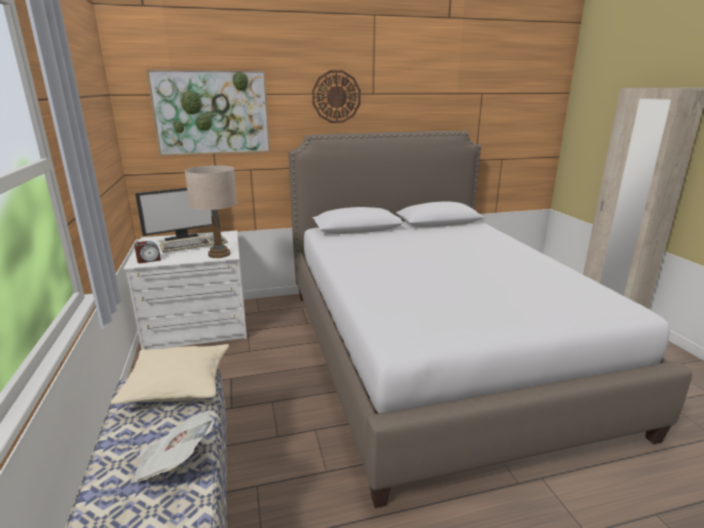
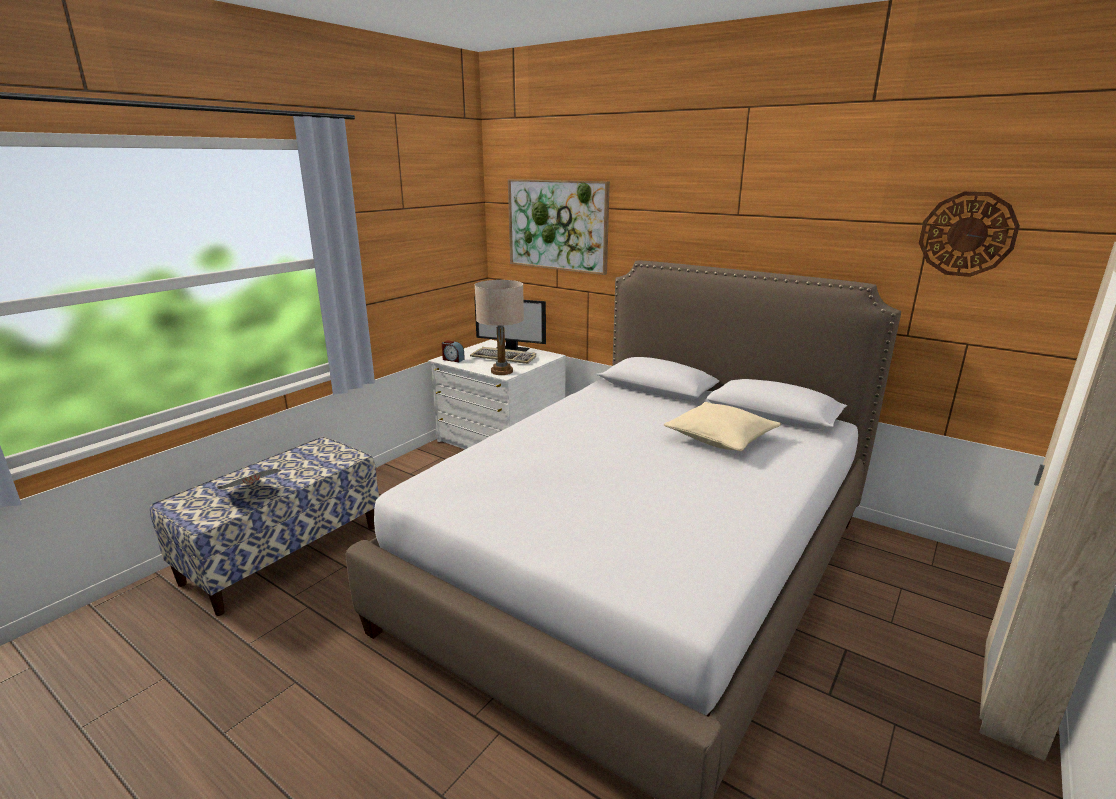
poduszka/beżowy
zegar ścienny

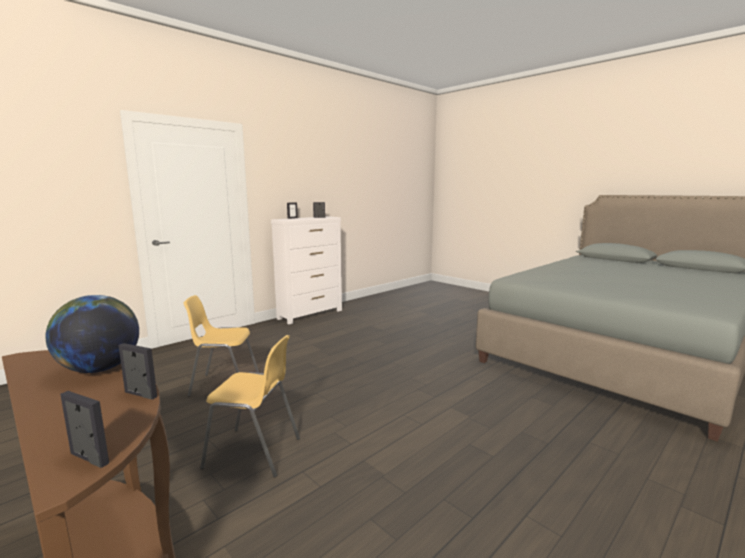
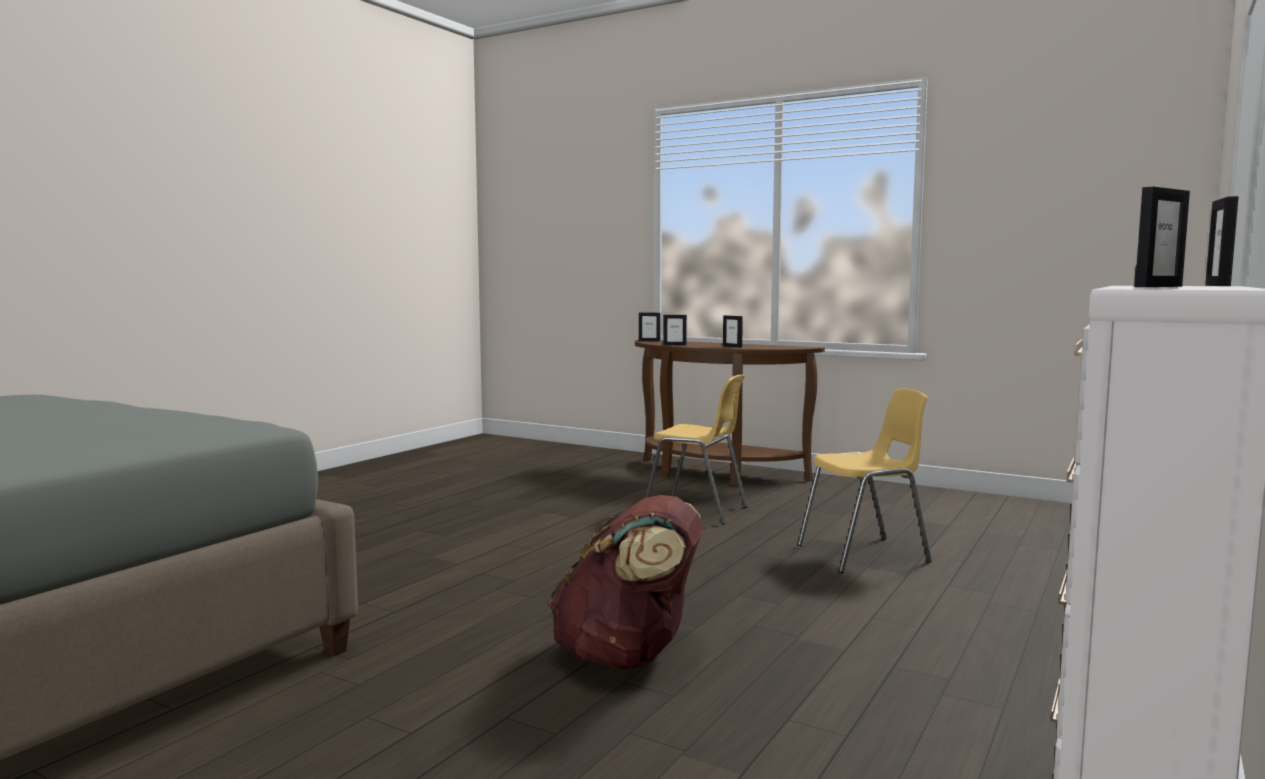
plecak/brązowy
krzesło/żółty (1st from left)
ramka na zdjęcie (3rd from left)

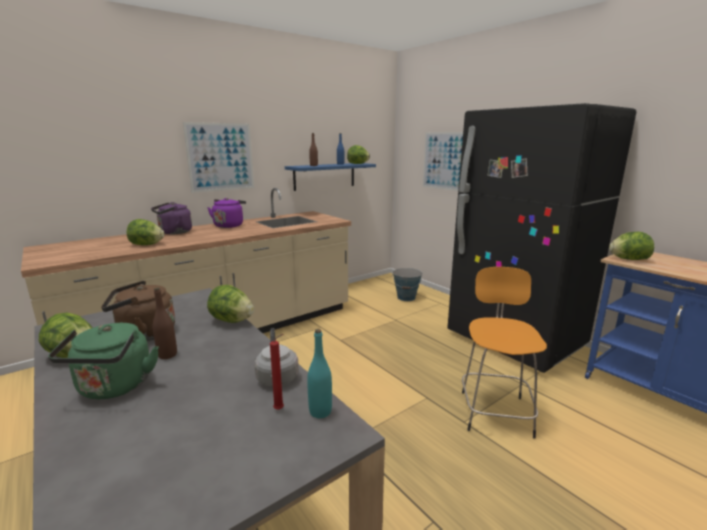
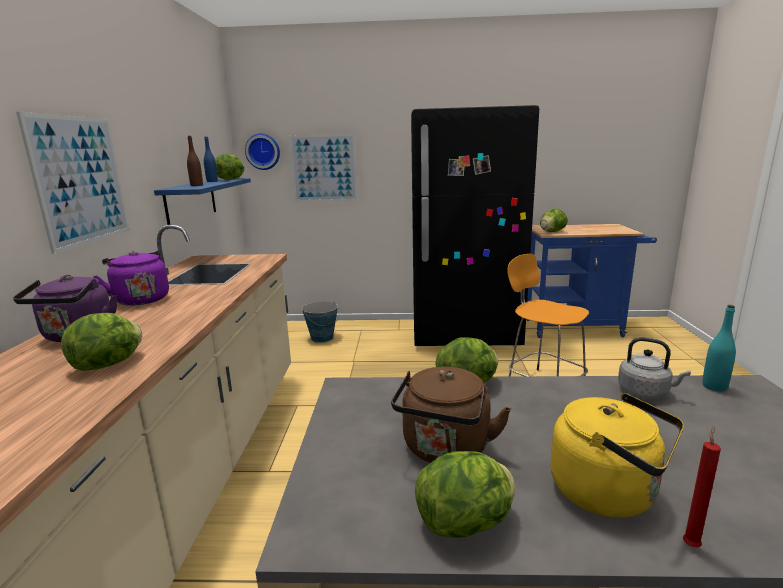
zegar ścienny
czajnik/żółty
świeca/czerwony
butelka/brązowy (1st from left in the first image)

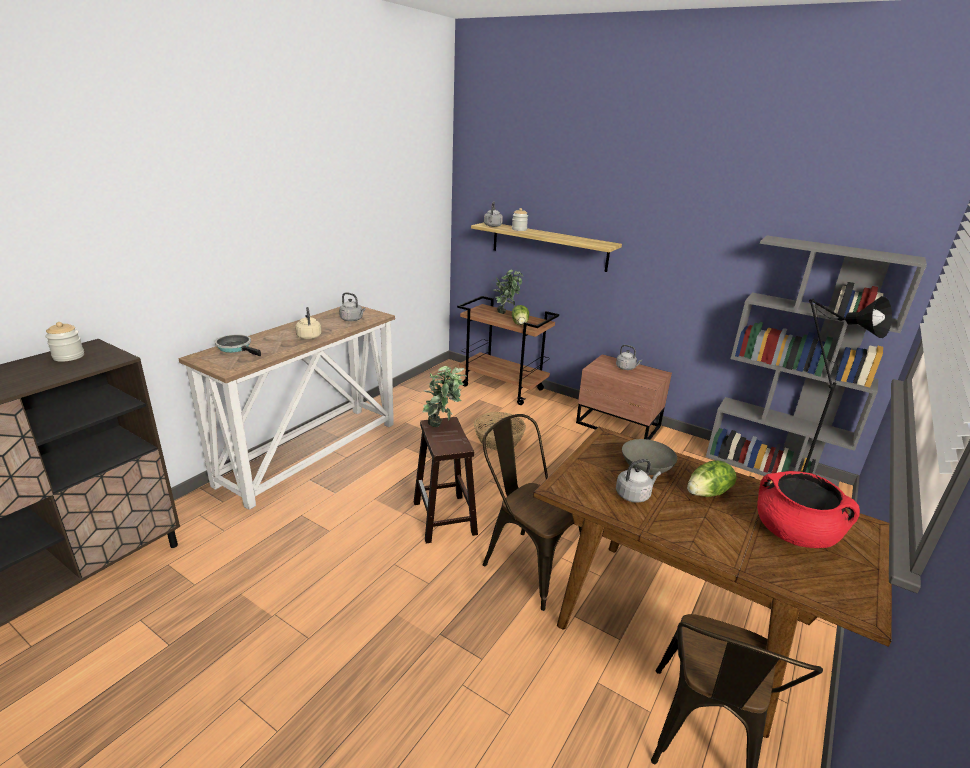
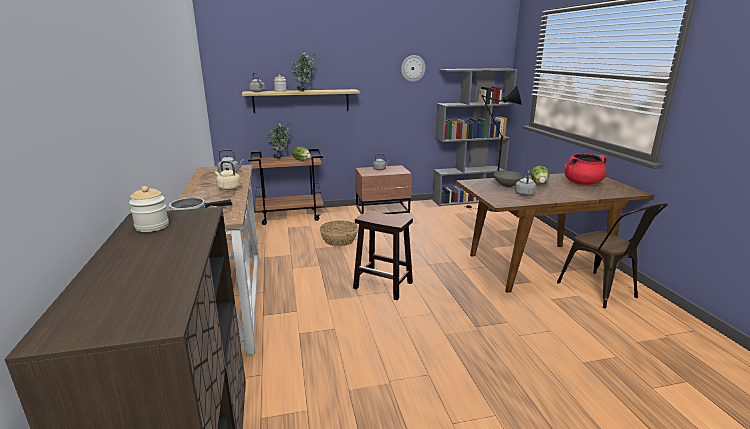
roślina doniczkowa (2nd from left)
zegar ścienny
krzesło/brązowy (1st from left in the first image)

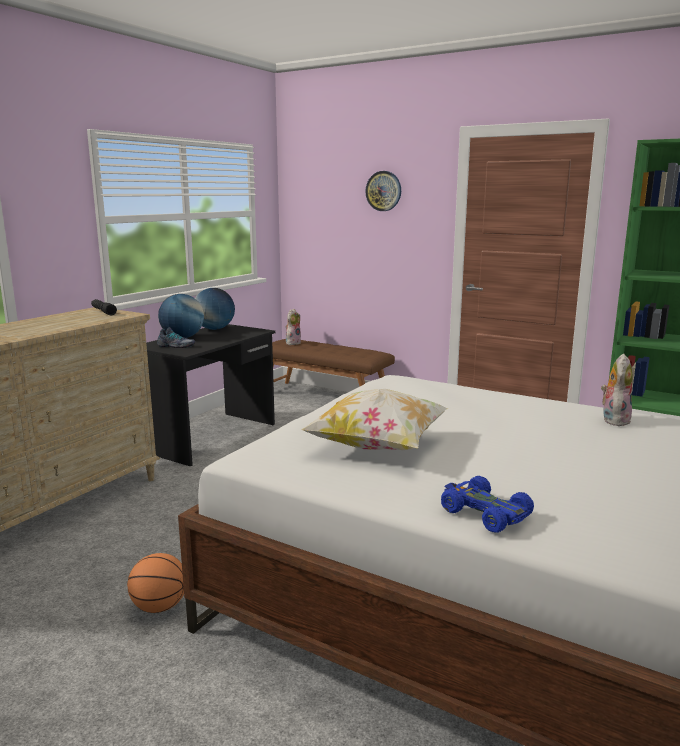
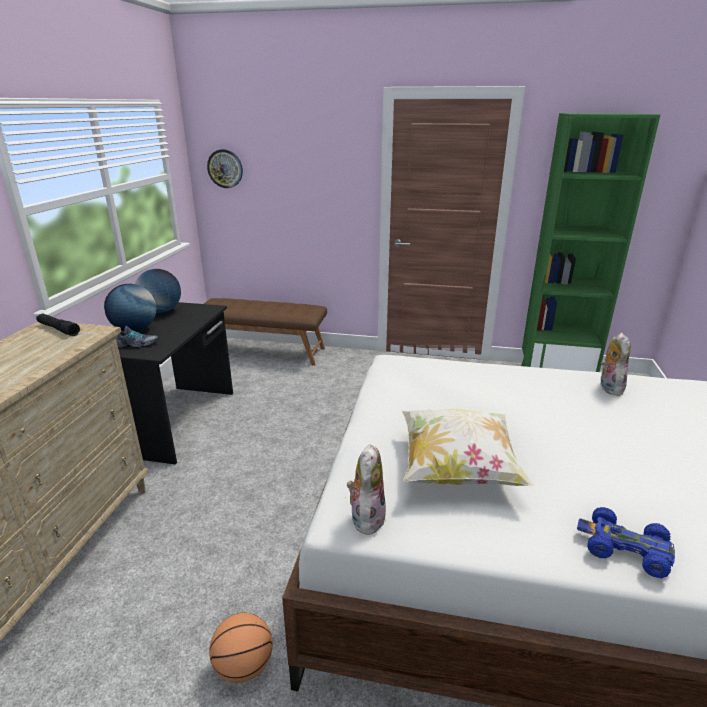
zegar ścienny
pluszak (1st from left)

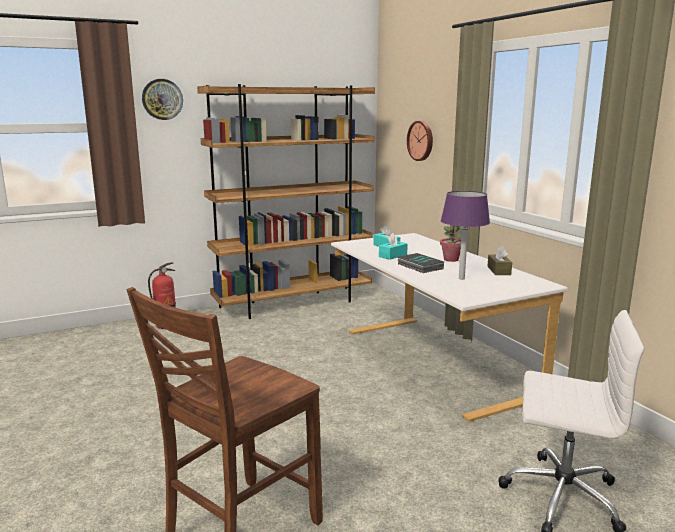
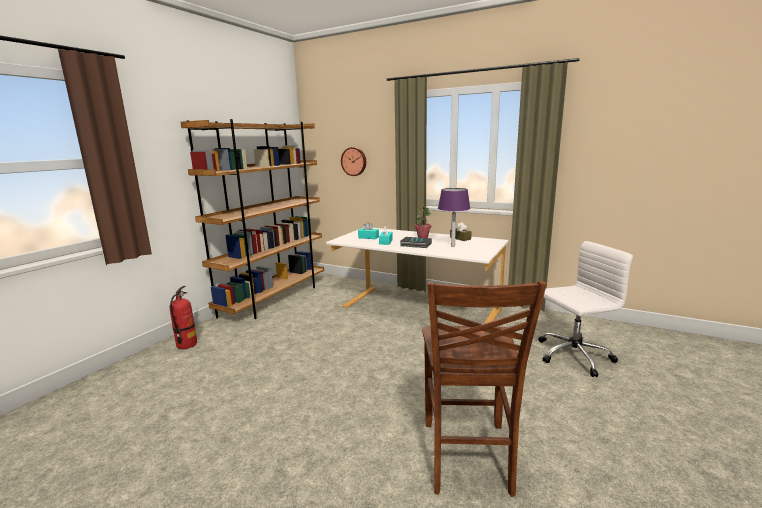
zegar ścienny (1st from left in the first image)

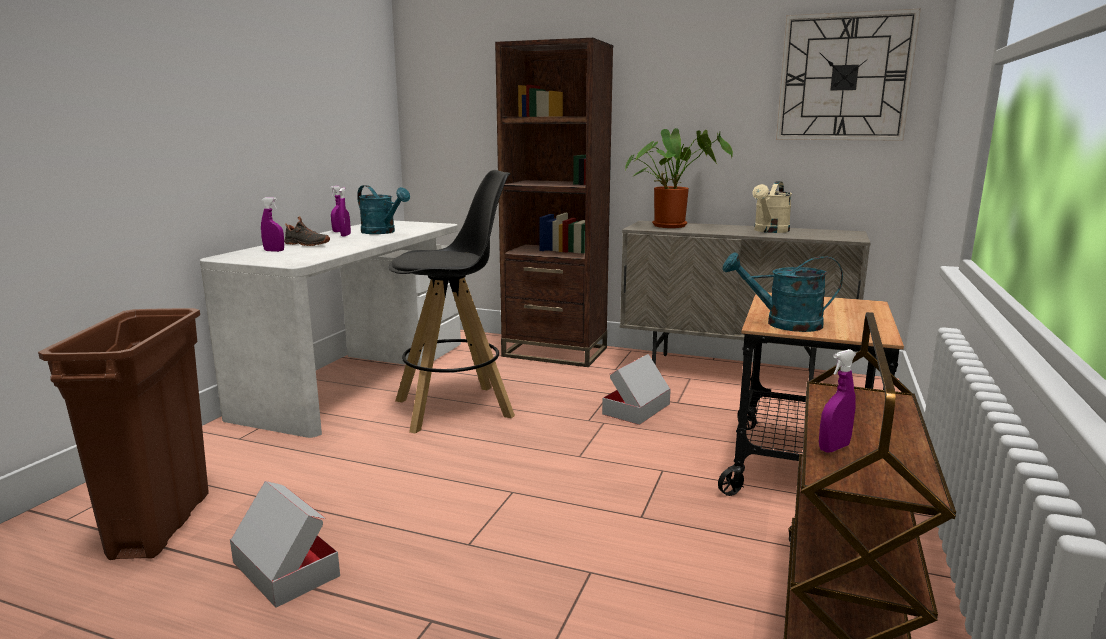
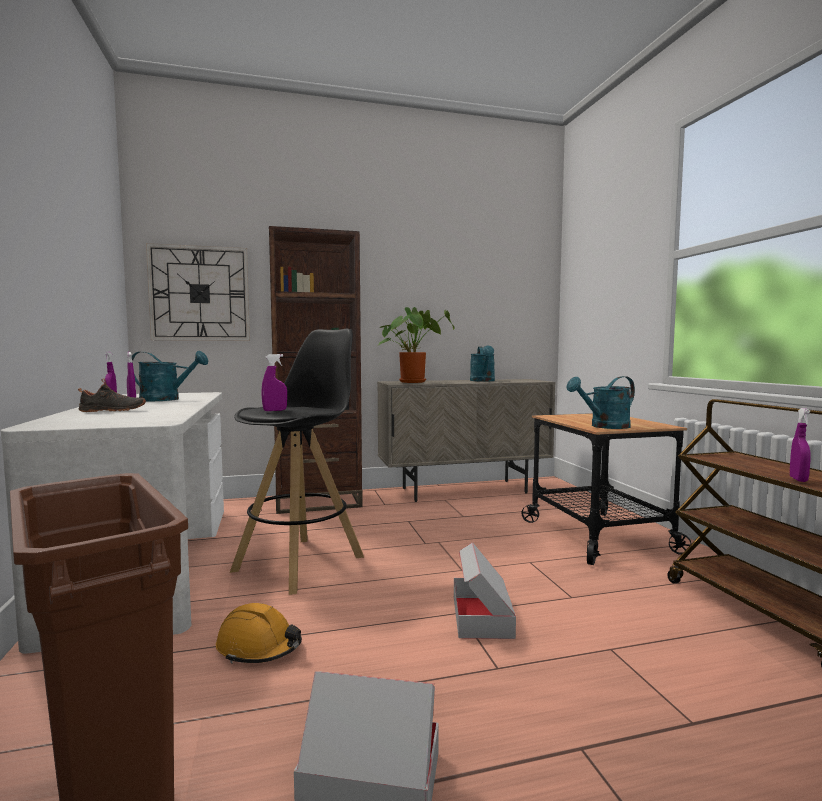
zegar ścienny
kask/pomarańczowy
spryskiwacz/fioletowy (3rd from left)
karton (2nd from left)
konewka/turkusowy (2nd from left)

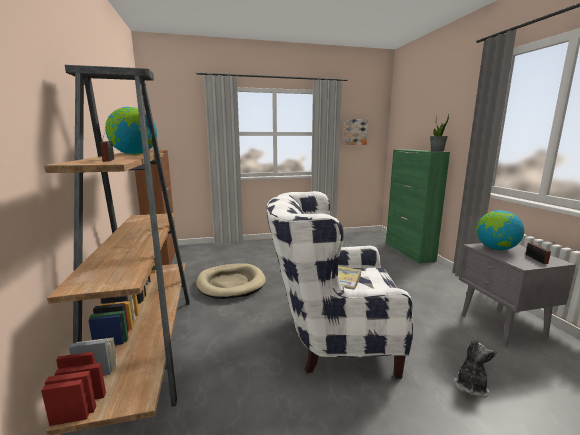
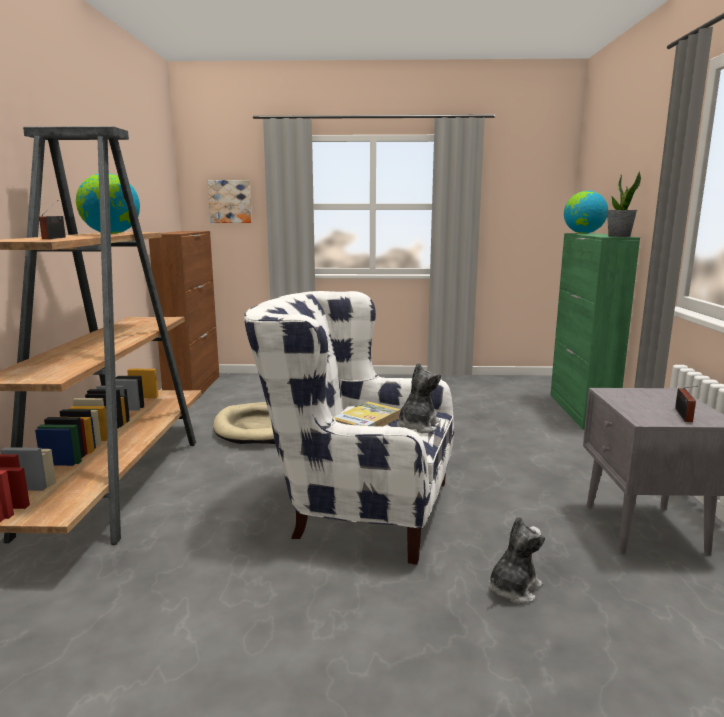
obraz
pluszak (1st from left)
globus (2nd from left)

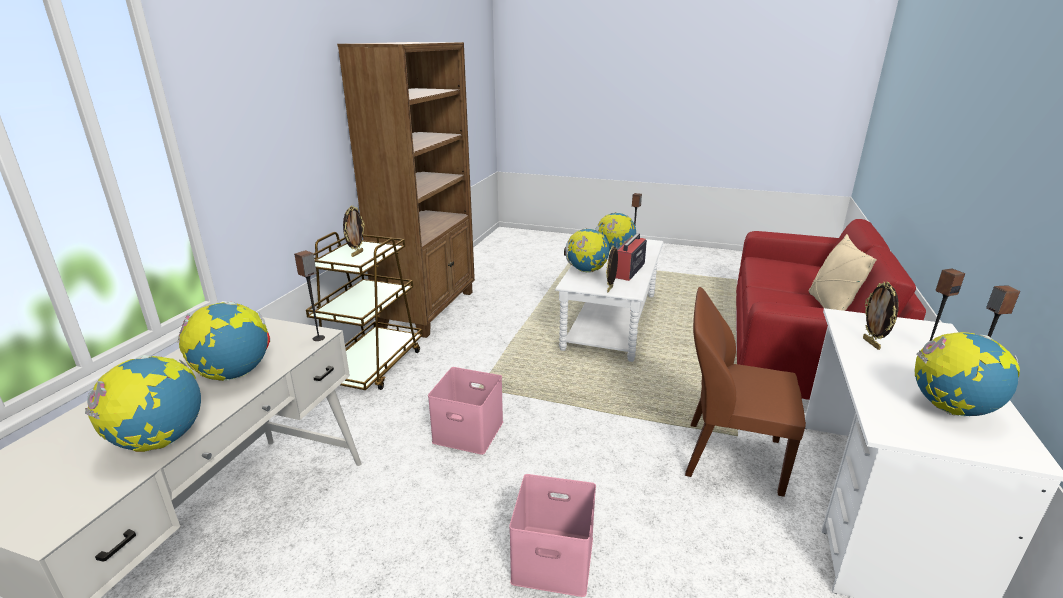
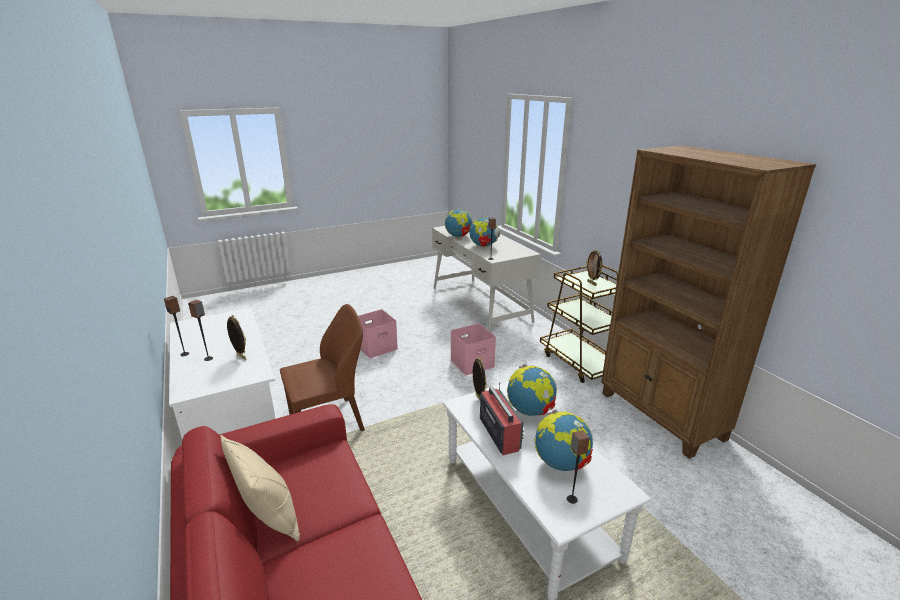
globus (5th from left in the first image)

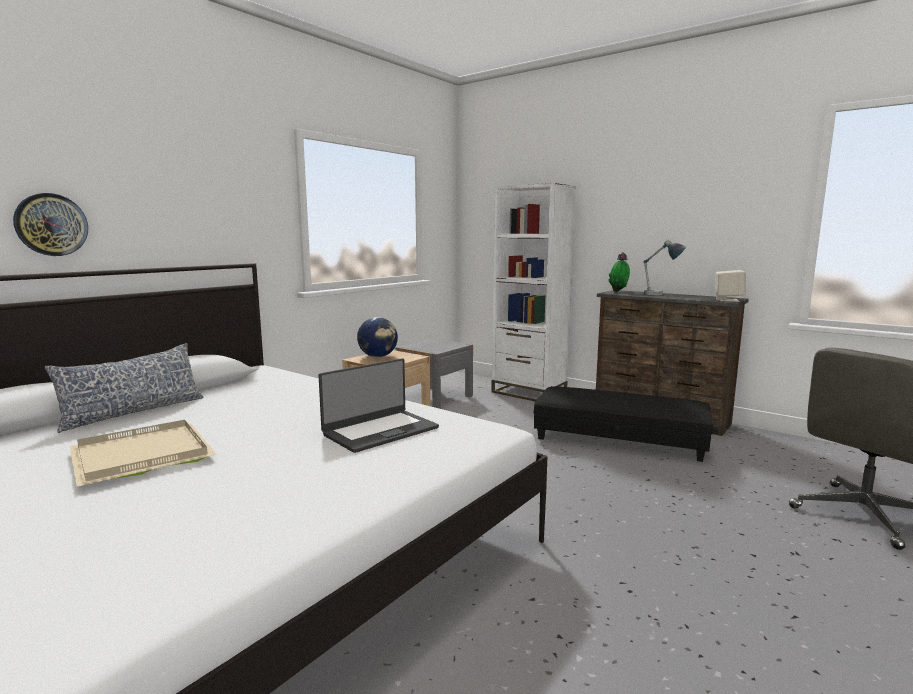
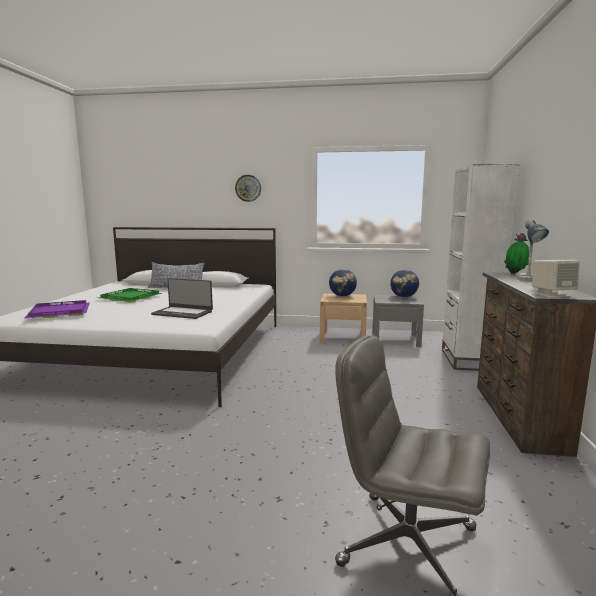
taca/fioletowy
taca/zielony
zegar ścienny
globus (2nd from left)
pufa/czarny

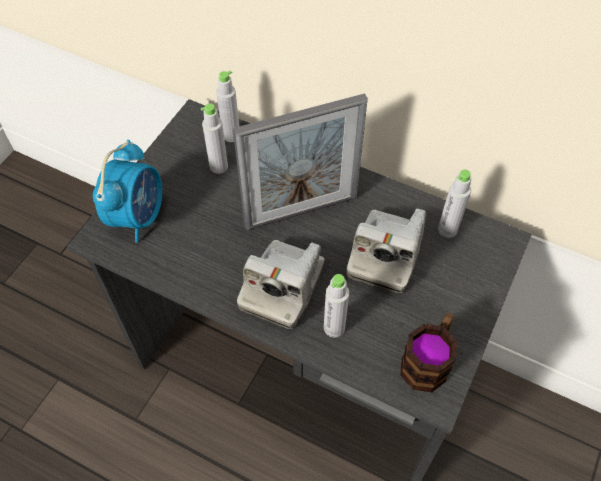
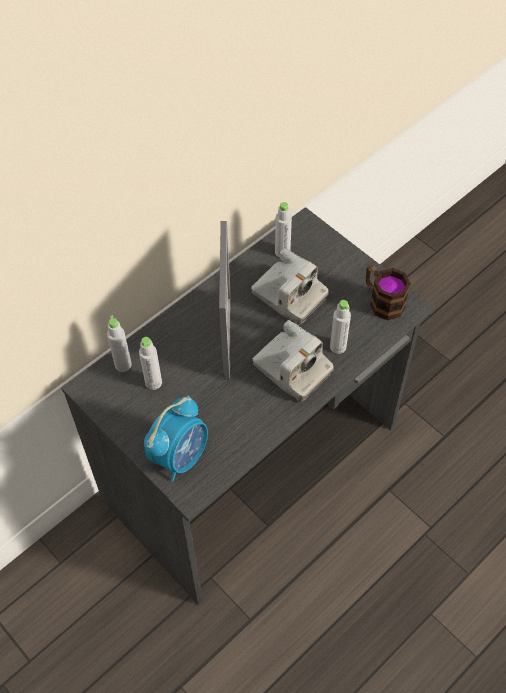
budzik

